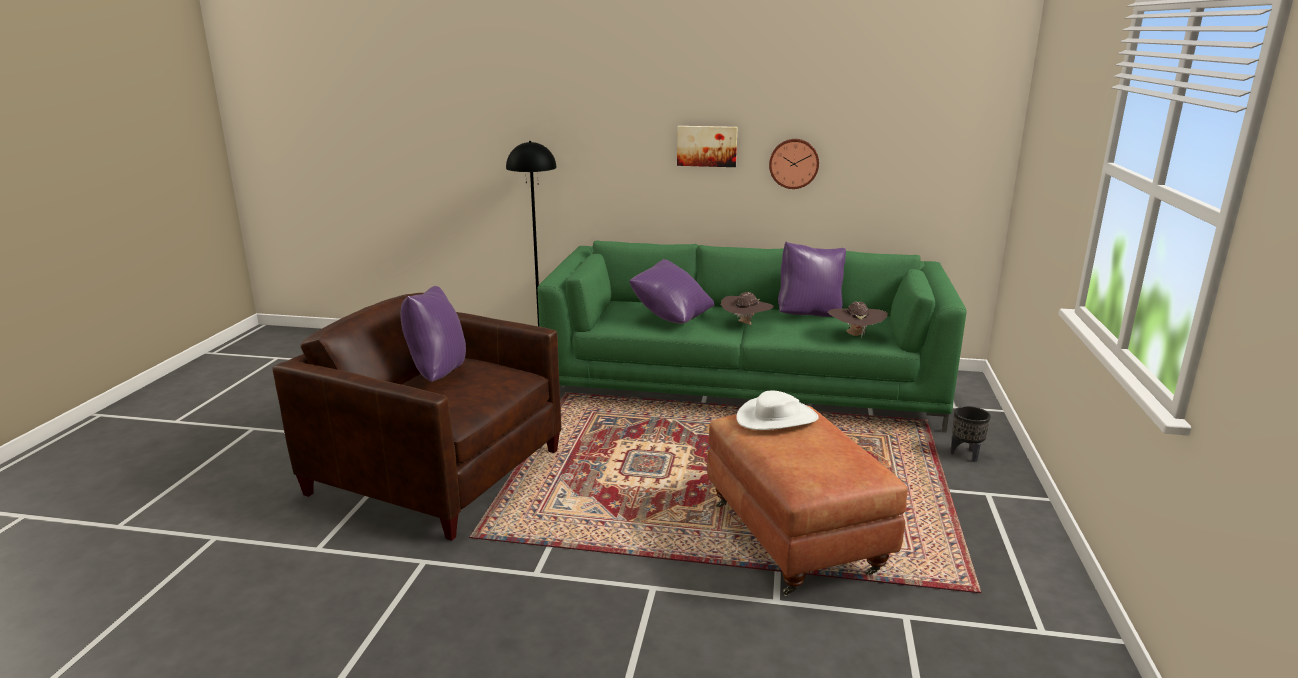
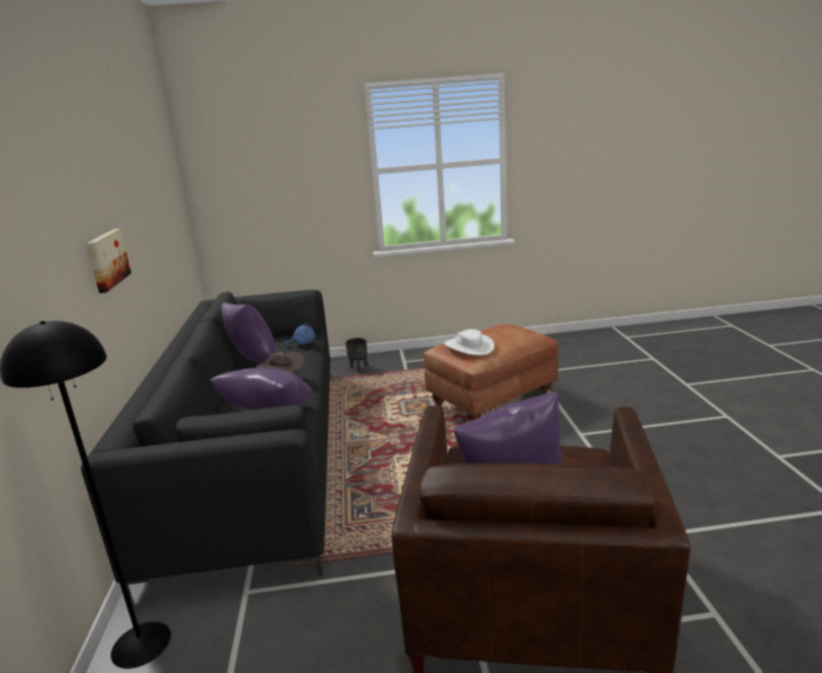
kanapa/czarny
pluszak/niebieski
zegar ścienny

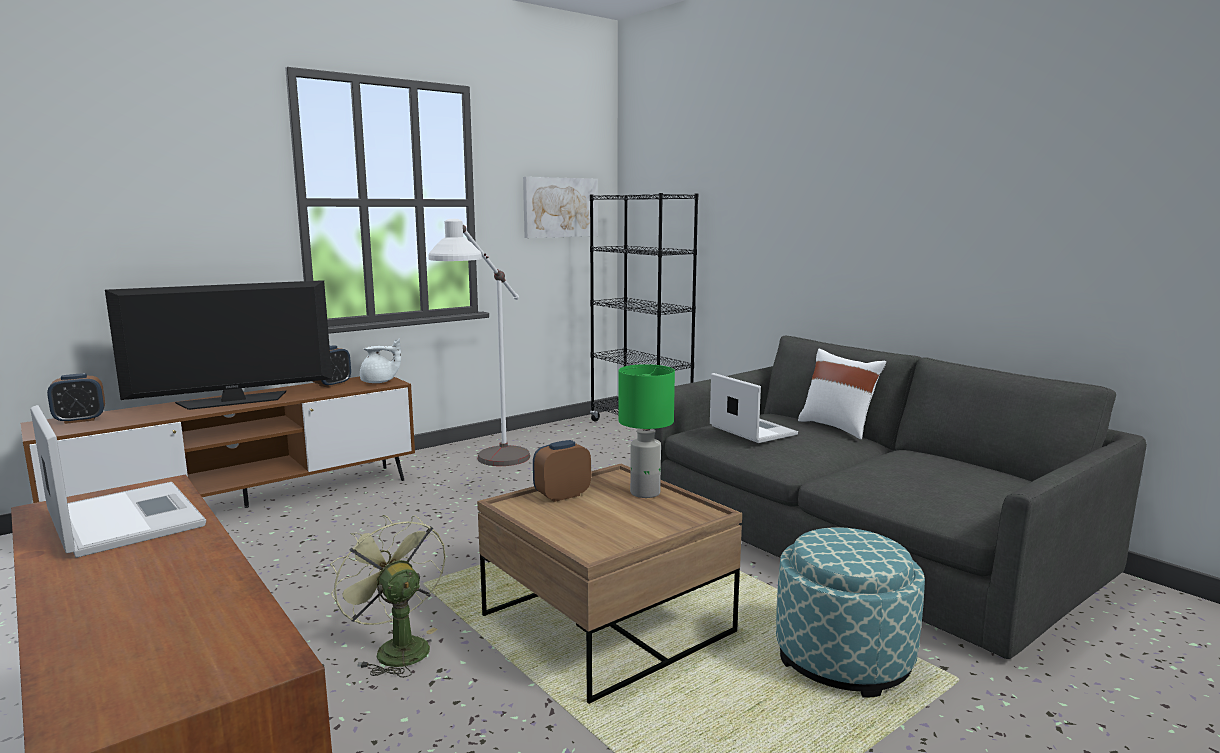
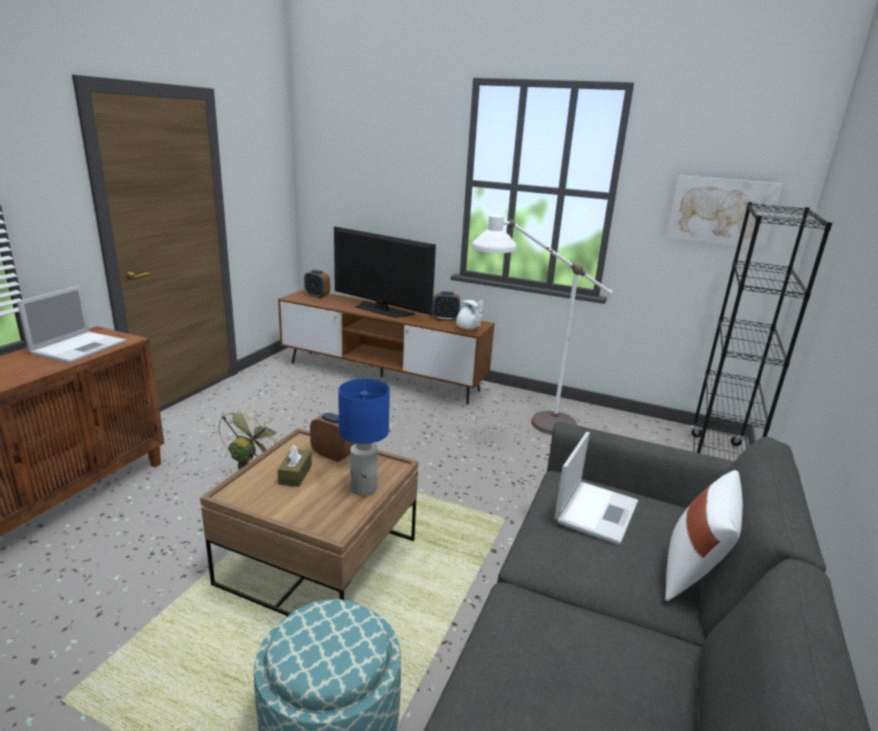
pudełko chusteczek/brązowy
lampa stołowa/niebieski

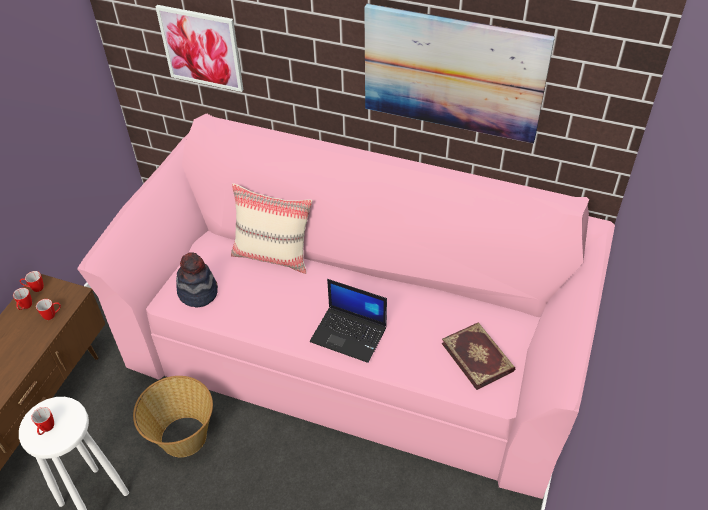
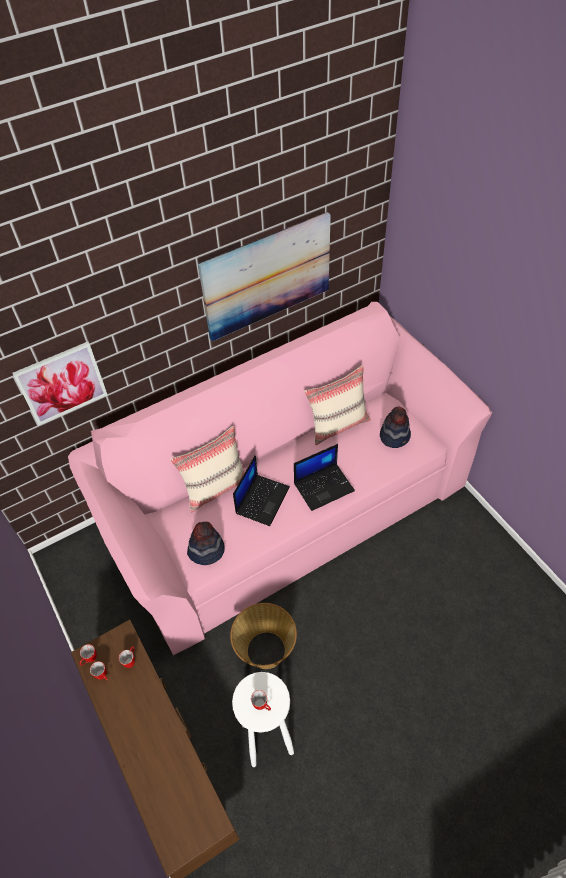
laptop (1st from left)
poduszka/beżowy (2nd from left)
kapelusz (2nd from left)

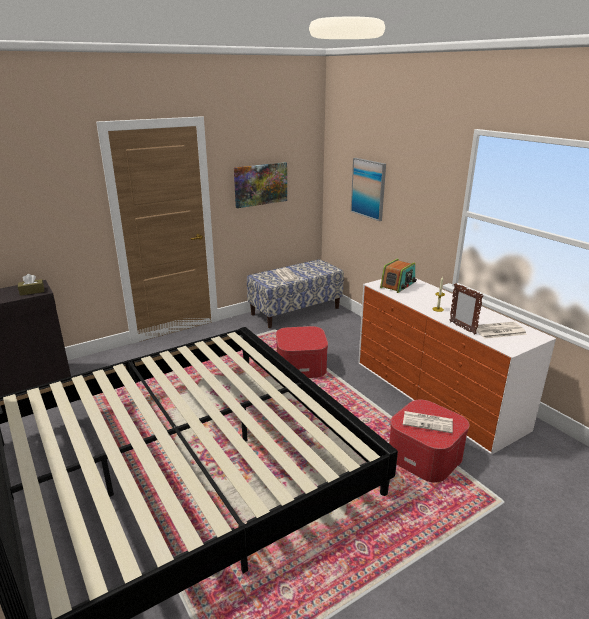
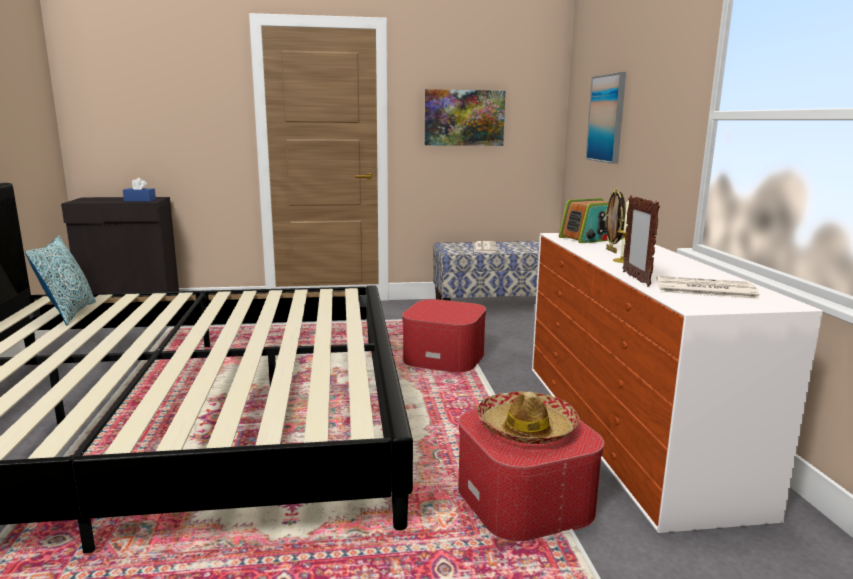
poduszka
pudełko chusteczek/niebieski
kapelusz
ramka na zdjęcie (1st from left)

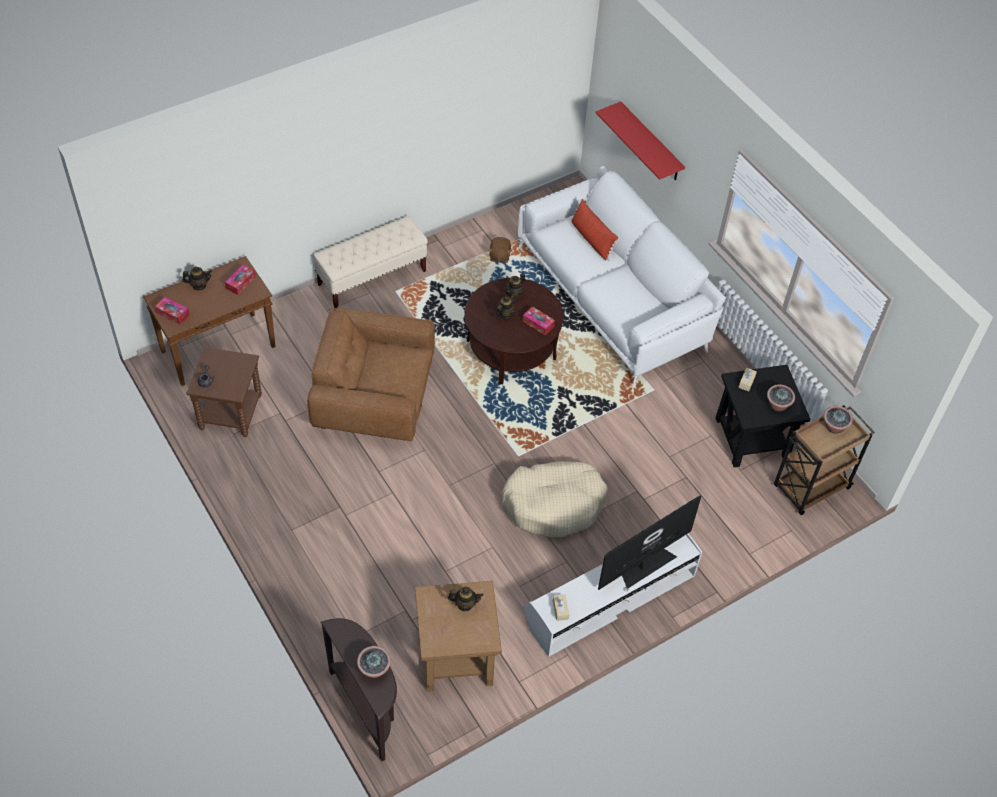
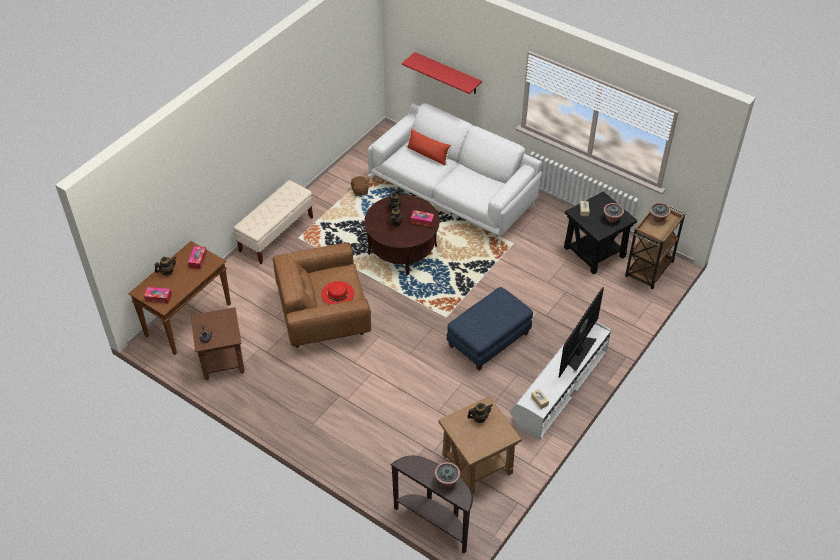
kapelusz/czerwony
pufa/niebieski

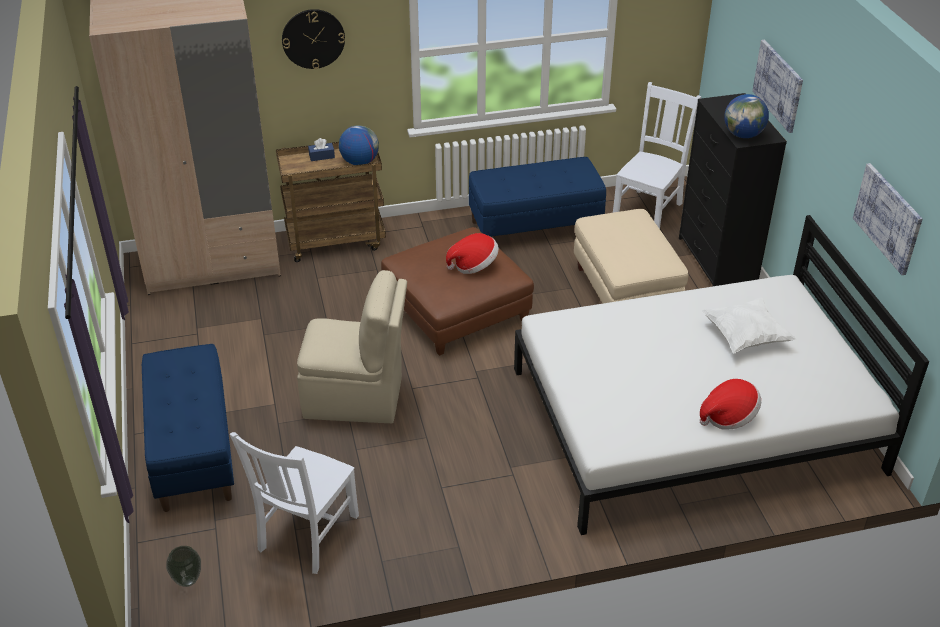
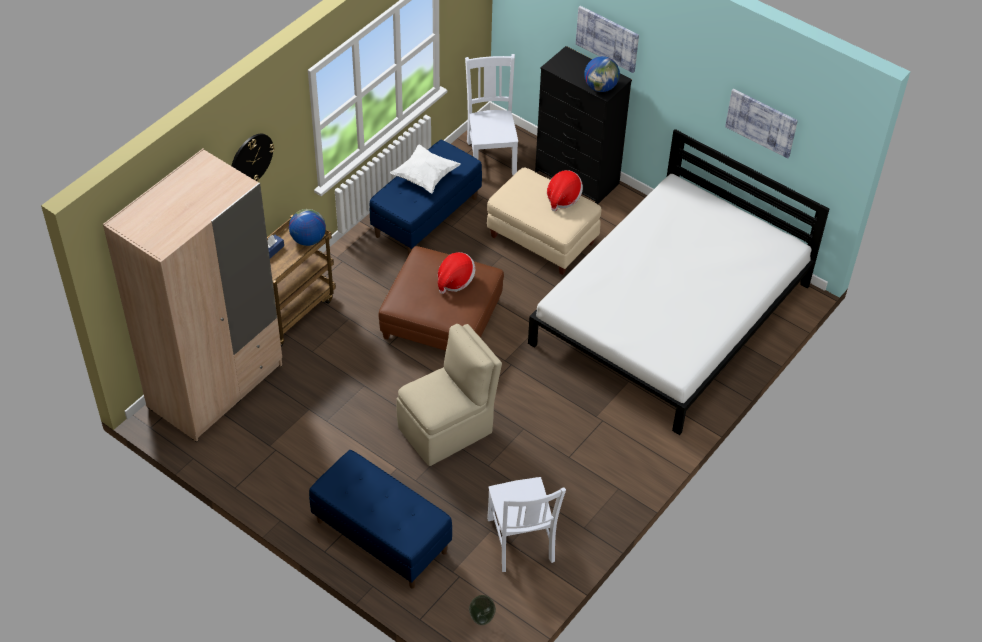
poduszka/biały
kapelusz (2nd from left)

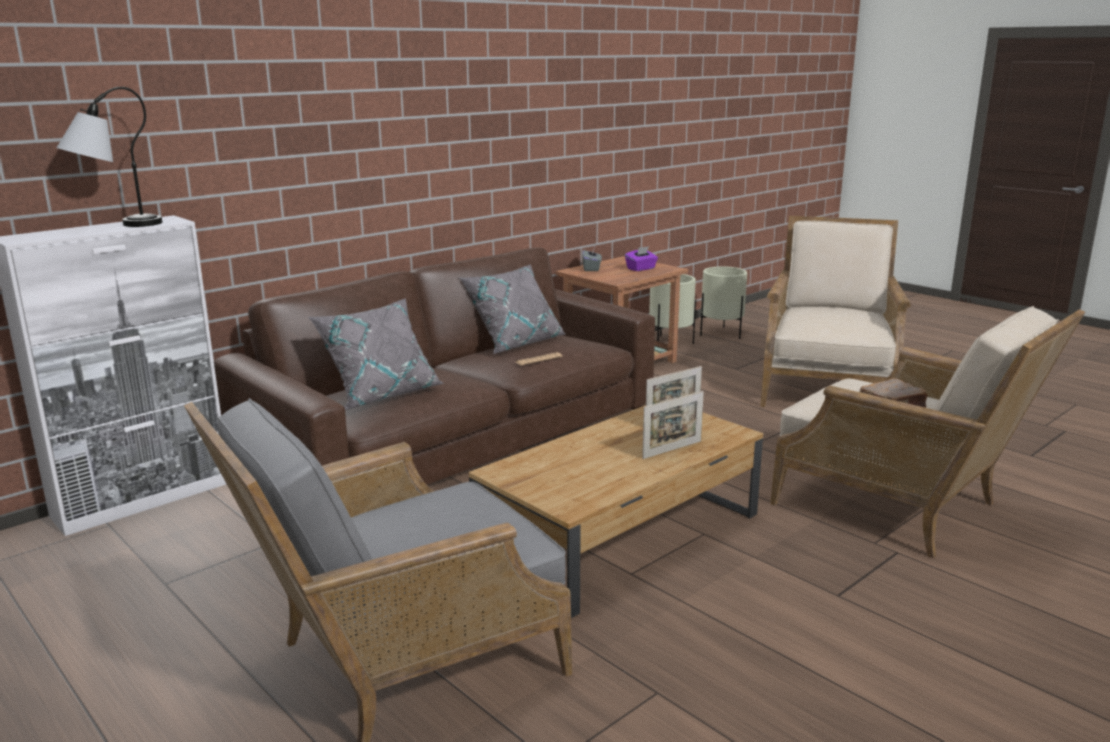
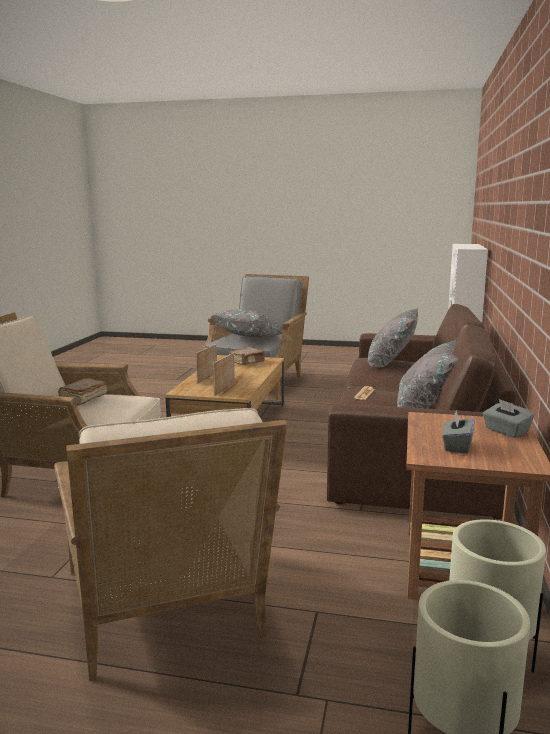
poduszka/szary (1st from left)
książka/brązowy (2nd from left)
pudełko chusteczek/szary (1st from left)
lampa stołowa

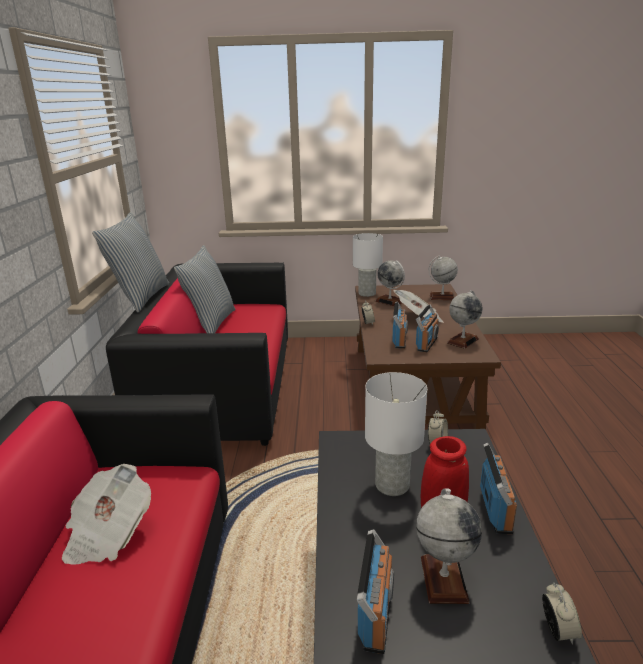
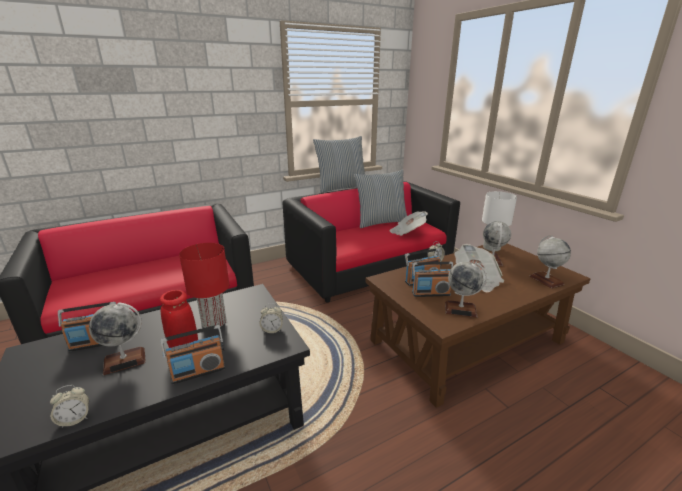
lampa stołowa/czerwony
gazeta (1st from left)

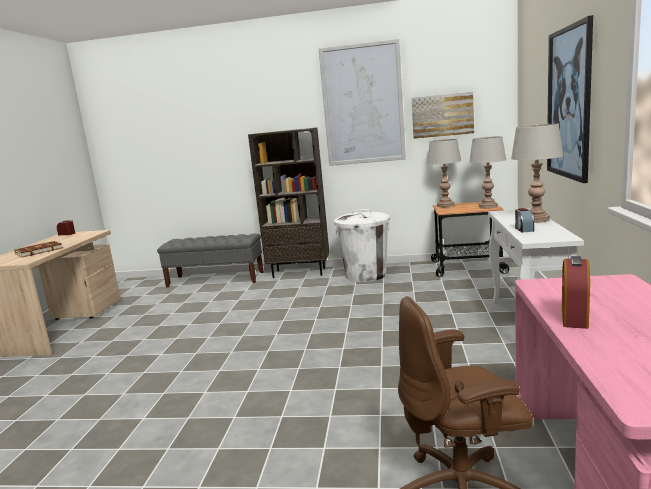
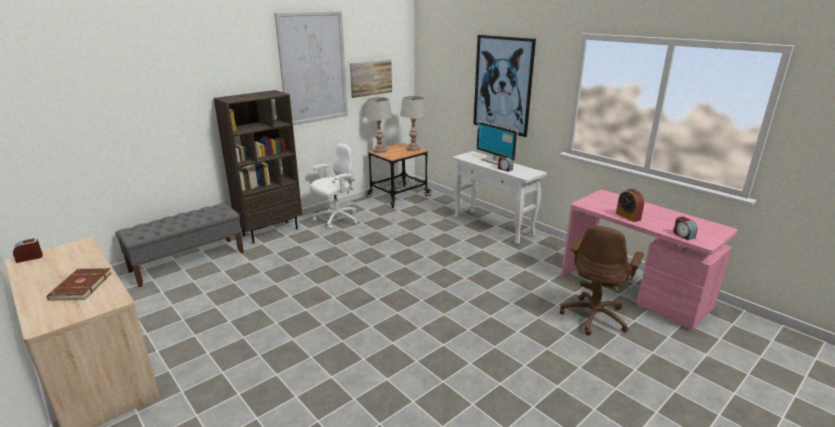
krzesło biurowe/biały
monitor
budzik (4th from left)

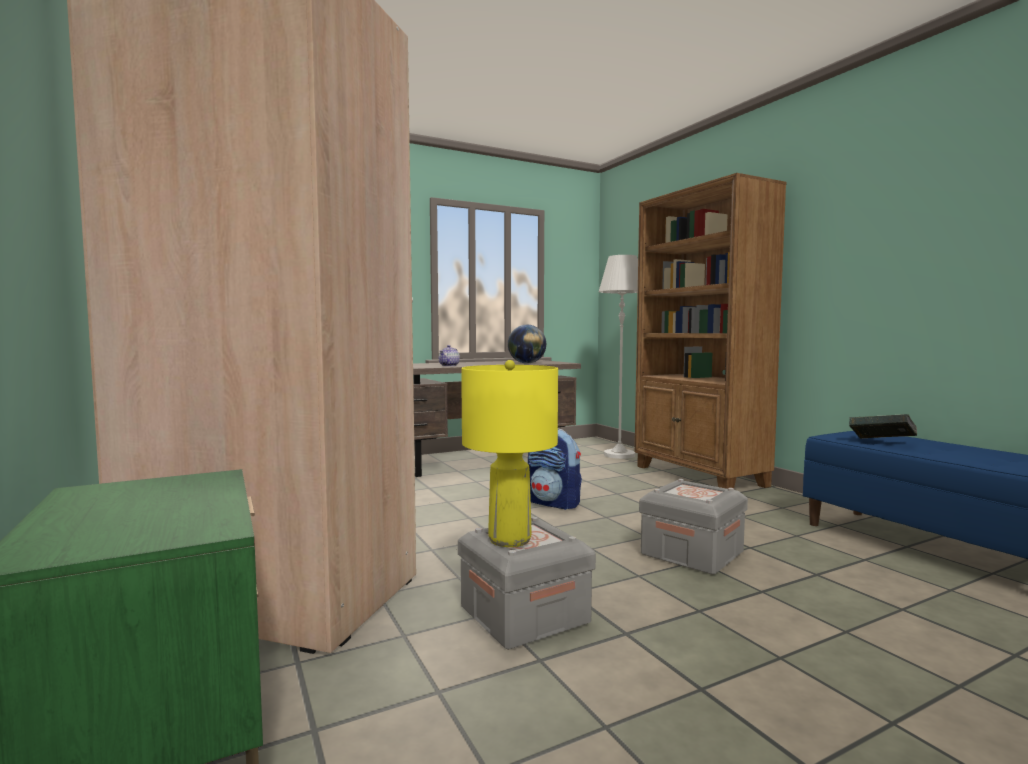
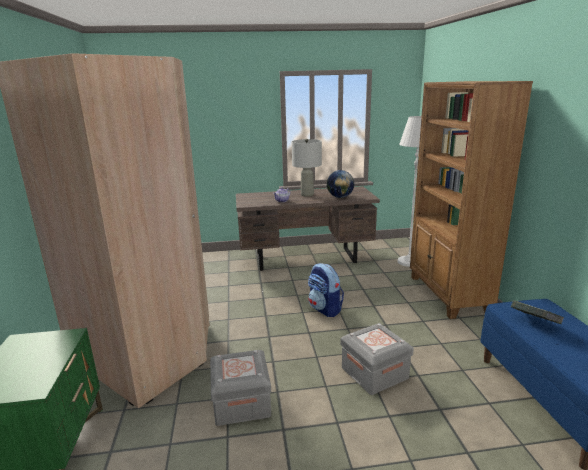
lampa stołowa/szary
lampa stołowa/żółty

